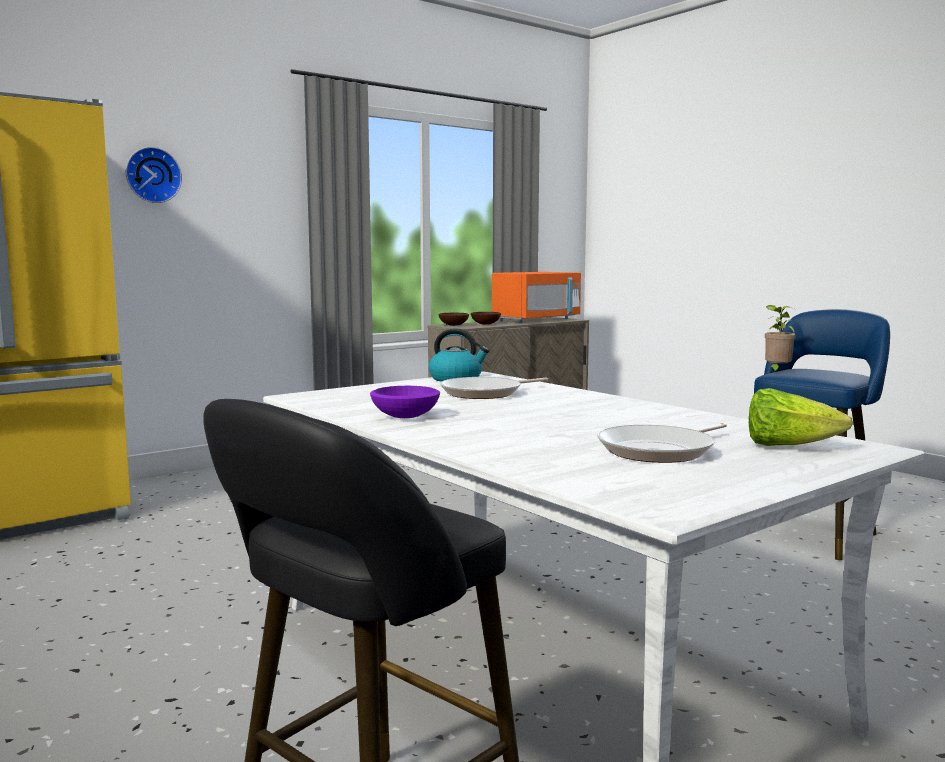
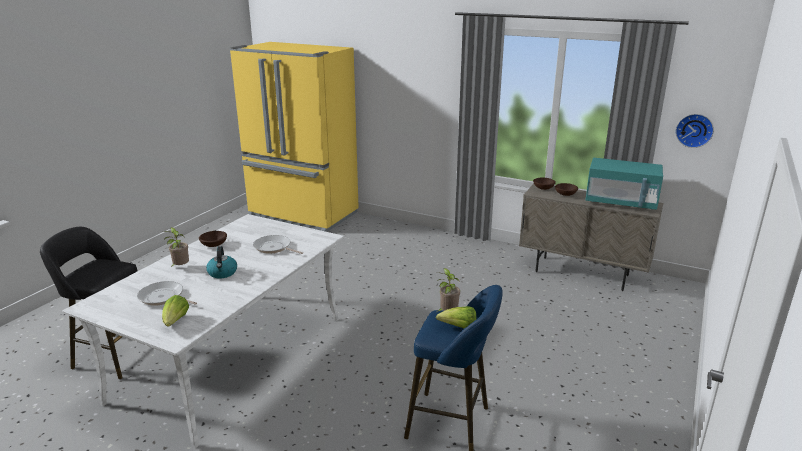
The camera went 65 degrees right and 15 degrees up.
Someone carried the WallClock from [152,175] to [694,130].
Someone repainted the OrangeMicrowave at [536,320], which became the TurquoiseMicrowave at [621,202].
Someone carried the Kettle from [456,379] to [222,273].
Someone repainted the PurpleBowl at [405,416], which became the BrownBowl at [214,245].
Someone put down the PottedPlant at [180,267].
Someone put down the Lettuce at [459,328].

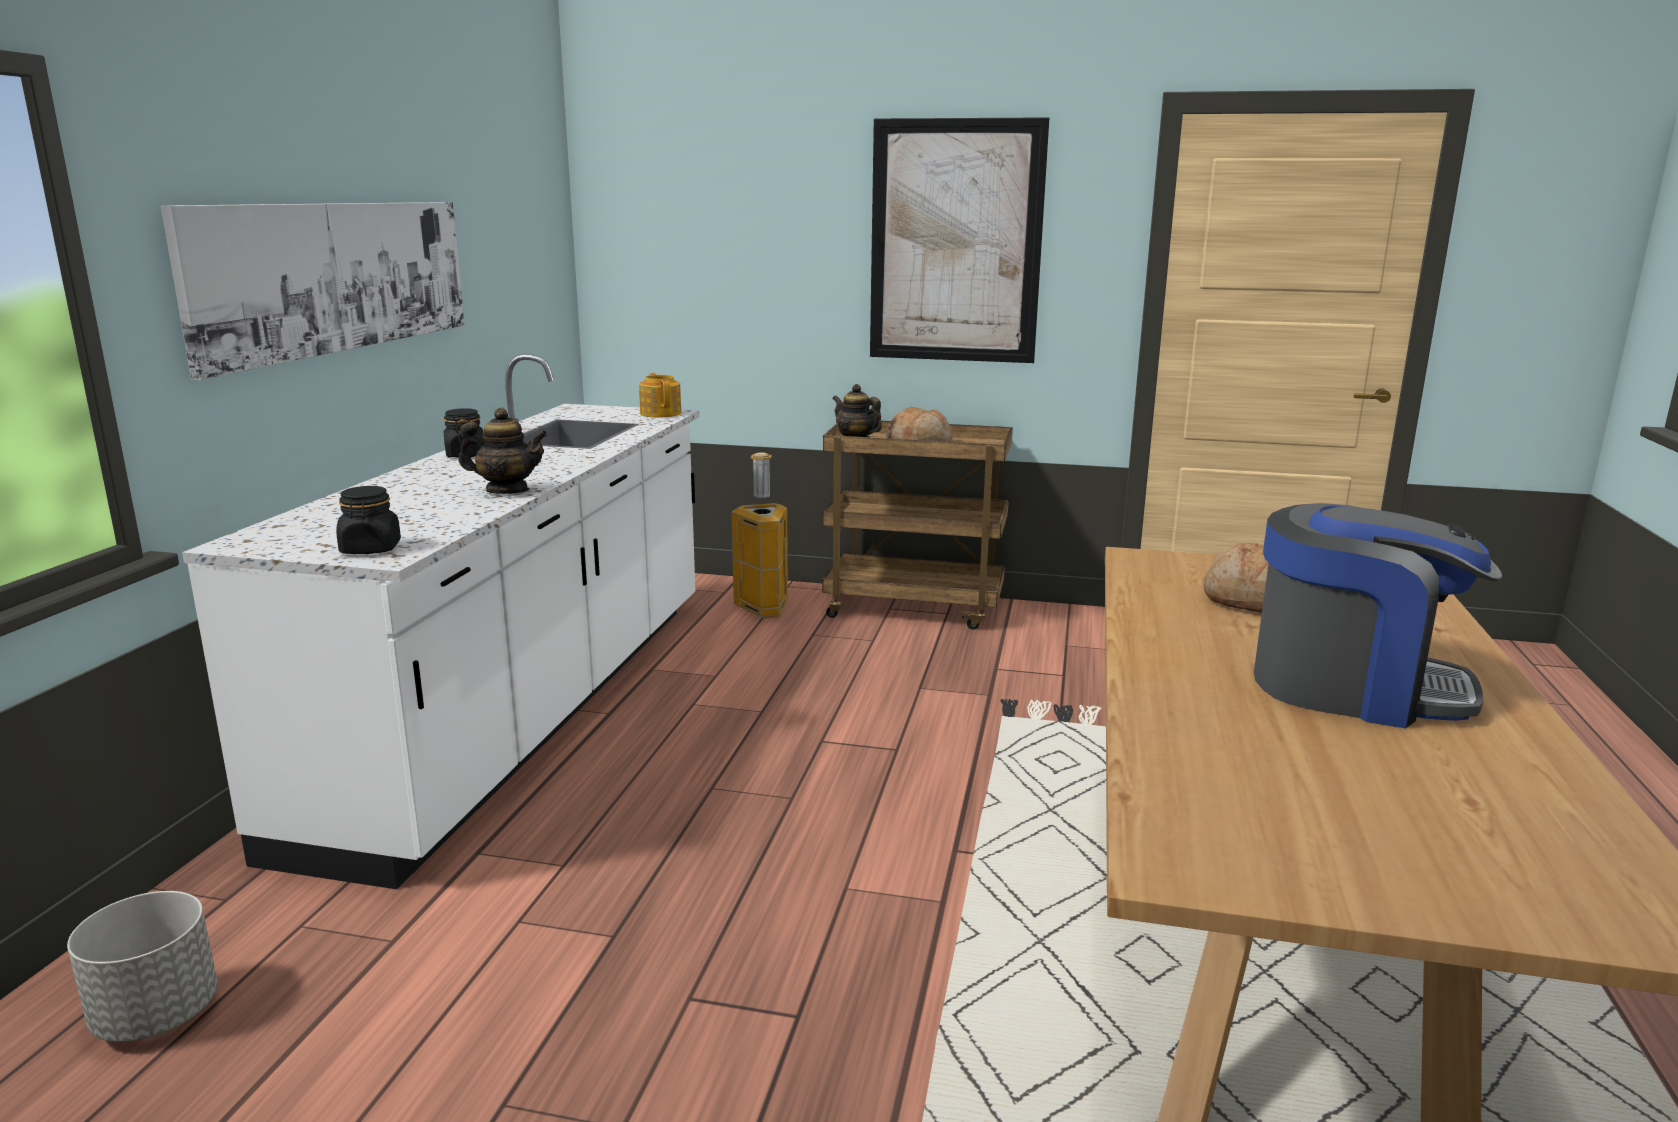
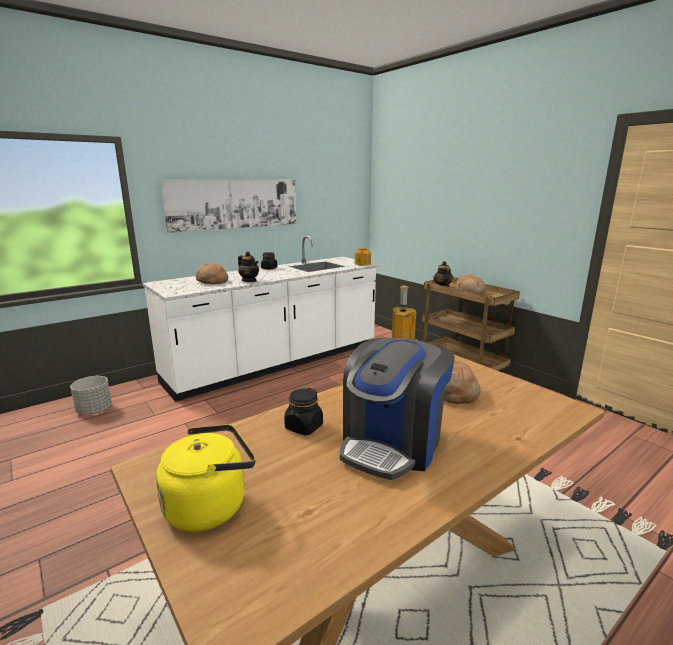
The camera went 40 degrees right and 0 degrees up.
Someone took away the Picture at [955,242].
Someone carried the BlackJar from [371,549] to [303,427].
Someone rotated the CoffeeMachine at [1354,688] by 60 degrees clockwise.
Someone put down the Bread at [212,281].
Someone put down the YellowKettle at [210,505].

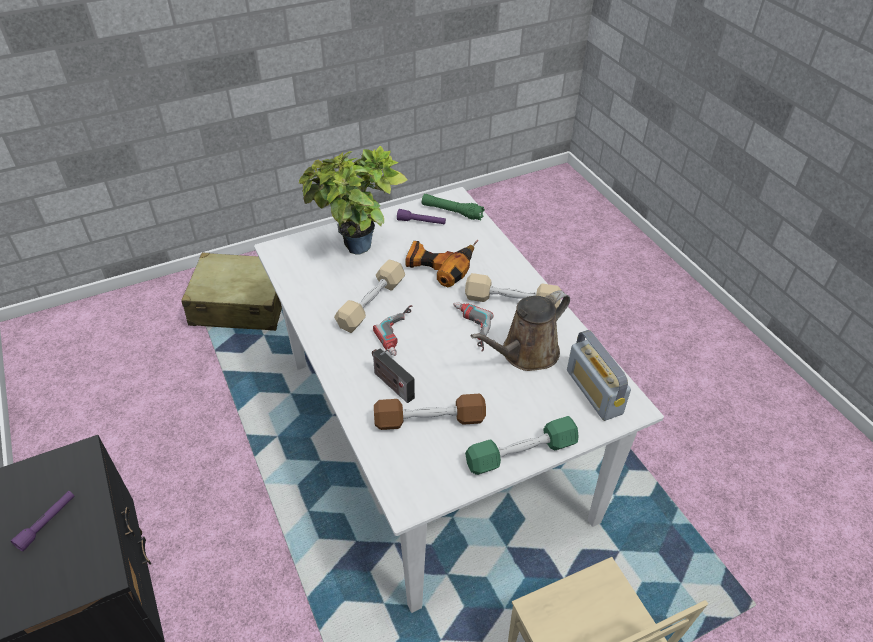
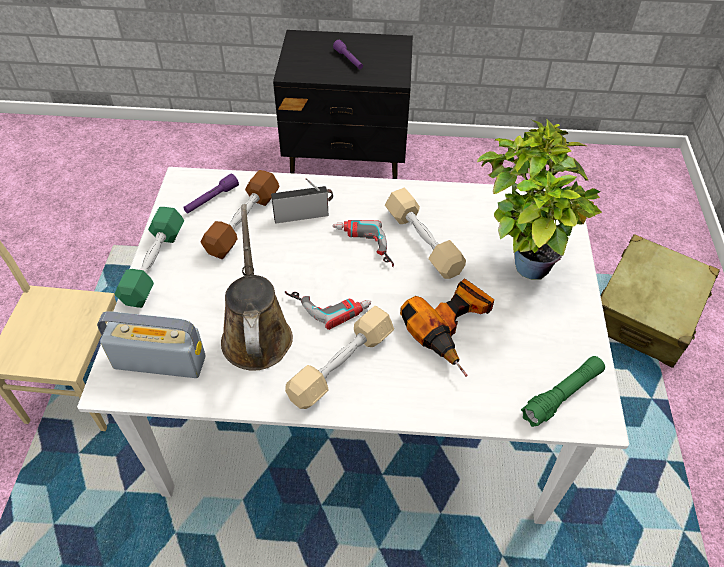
The camera went 120 degrees right and 5 degrees up.
Someone carried the PurpleFlashlight from [421,222] to [211,199].

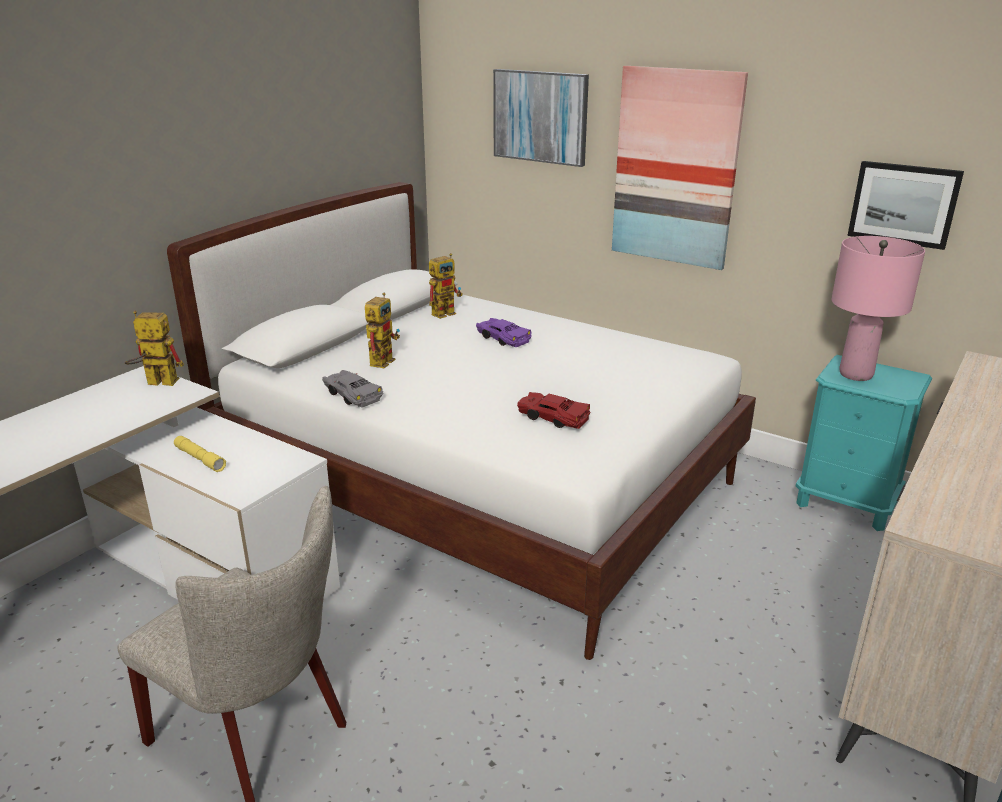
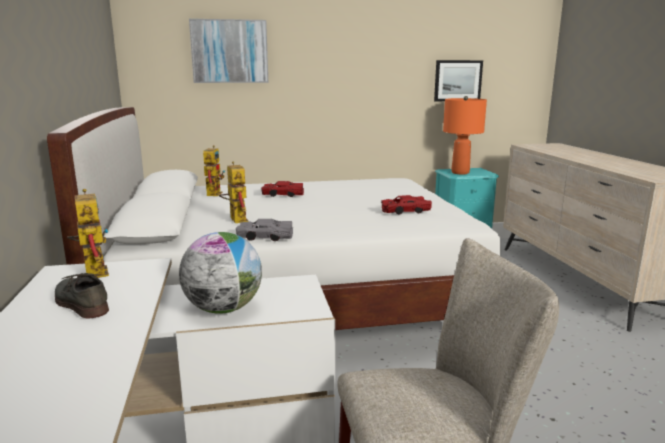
The camera went 45 degrees left and 10 degrees down.
Someone took away the Picture at [675,168].
Someone repainted the PinkTableLamp at [856,375], which became the OrangeTableLamp at [460,172].
Someone rotated the ToyRobot at [155,383] by 105 degrees clockwise.
Someone repainted the PurpleToyCar at [502,338], which became the RedToyCar at [283,194].
Someone swapped the YellowFlashlight at [200,459] for the Globe at [223,309].
Someone put down the GreyShoe at [80,303].

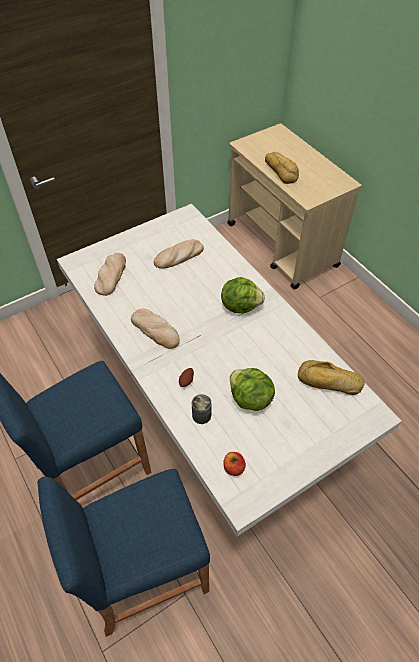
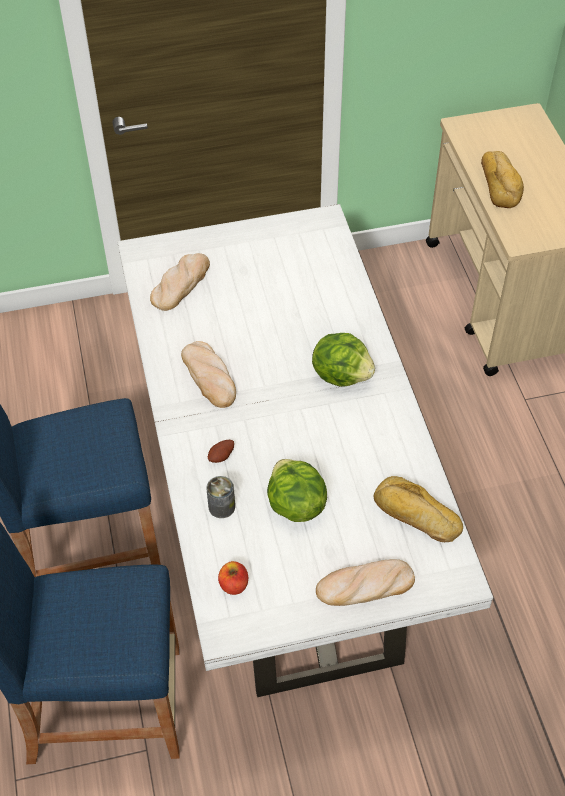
The camera went 20 degrees right and 0 degrees up.
Someone carried the Bread from [178,256] to [365,586].

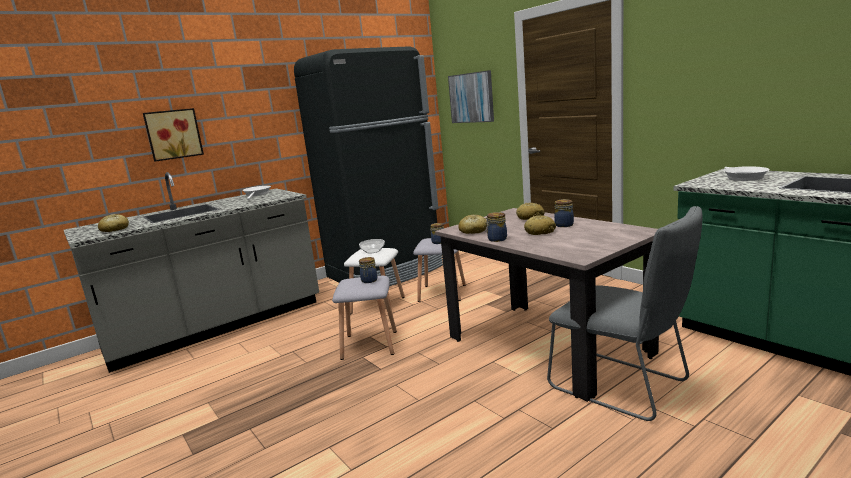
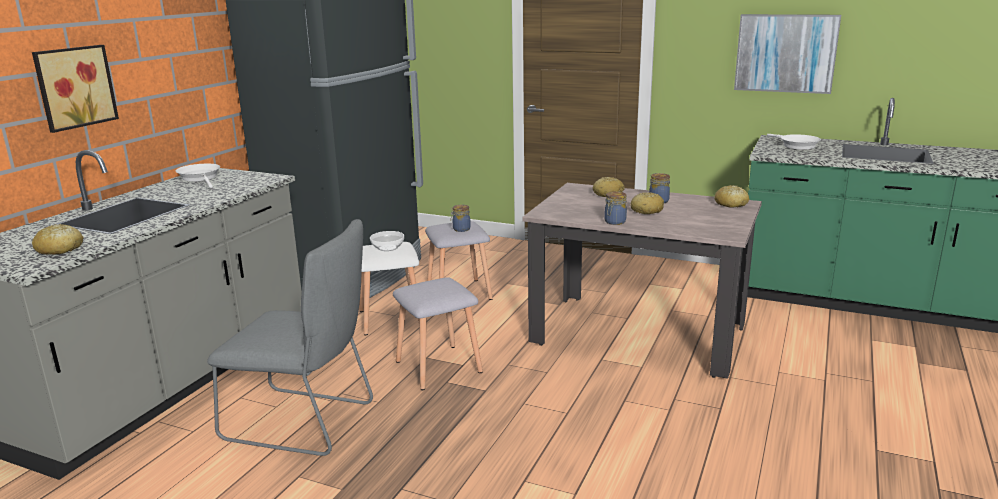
The camera went 30 degrees left and 5 degrees up.
Someone carried the Picture from [471,97] to [785,53].
Someone carried the GreyChair from [623,386] to [305,422].
Someone carried the Bread from [473,231] to [731,204].
Someone took away the Jar at [369,281].

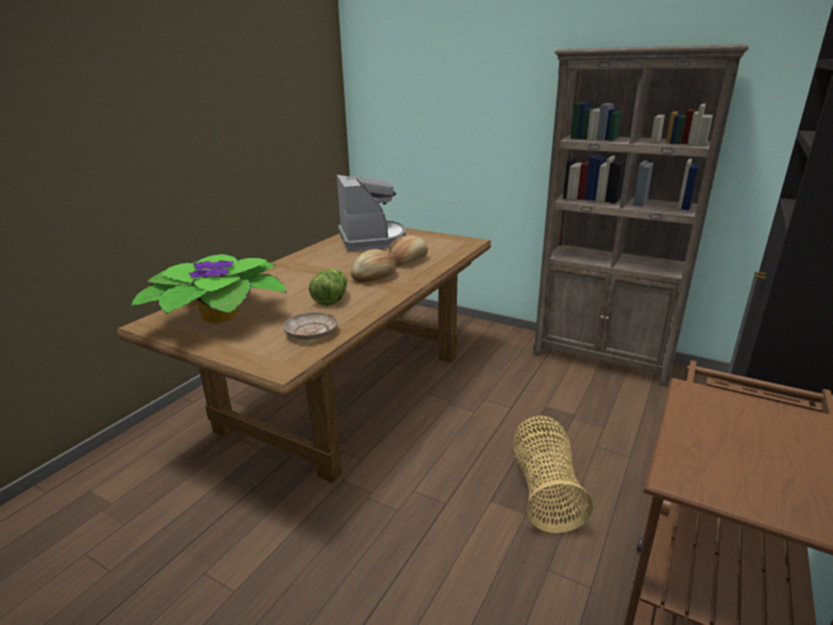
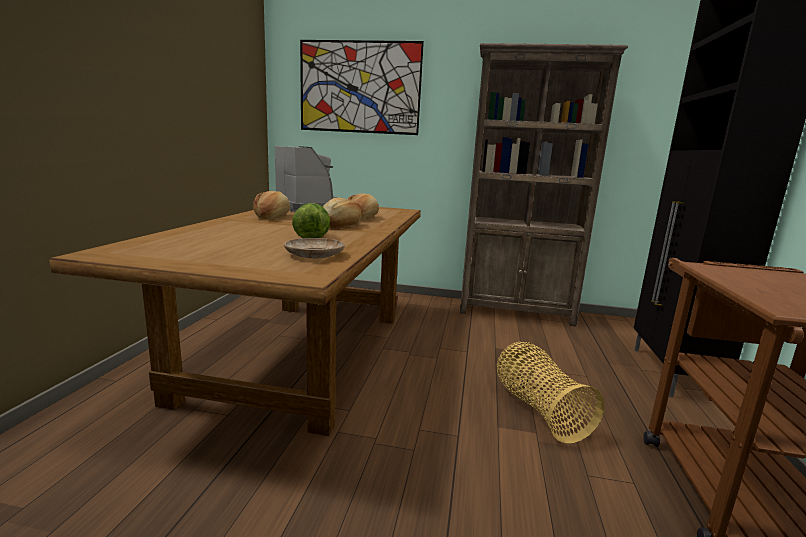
The camera went 20 degrees left and 10 degrees down.
Someone took away the PottedPlant at [218,317].
Someone put up the Picture at [359,87].
Someone put down the Bread at [272,217].

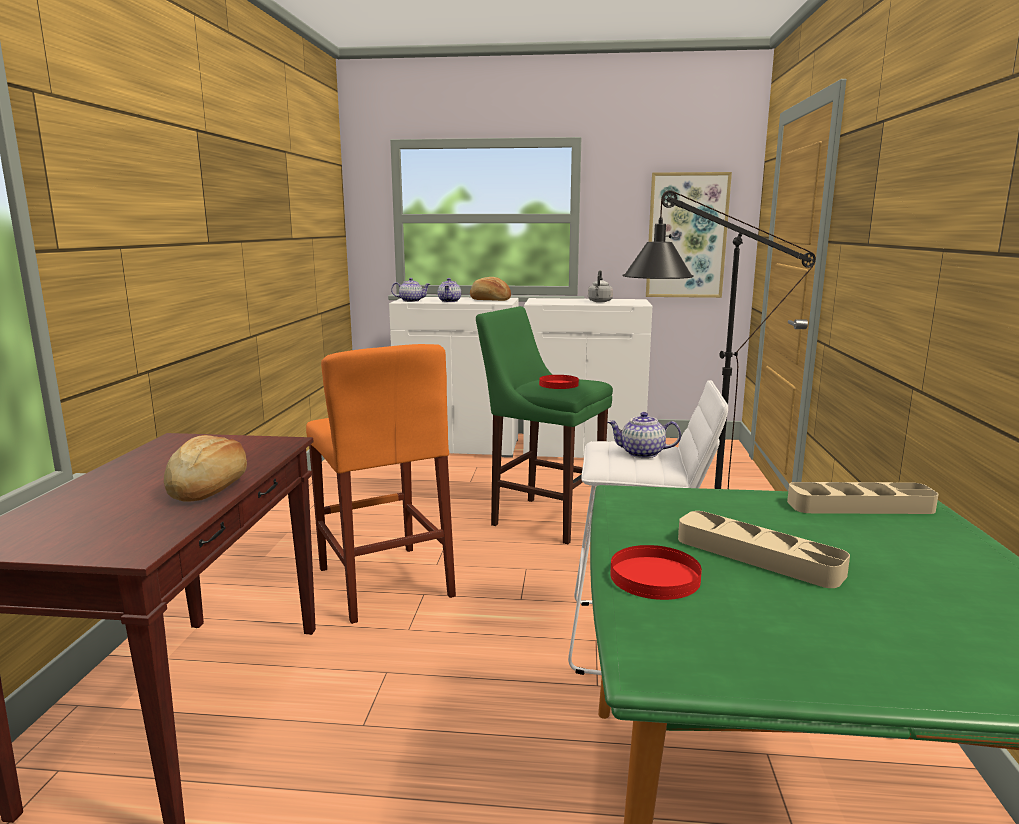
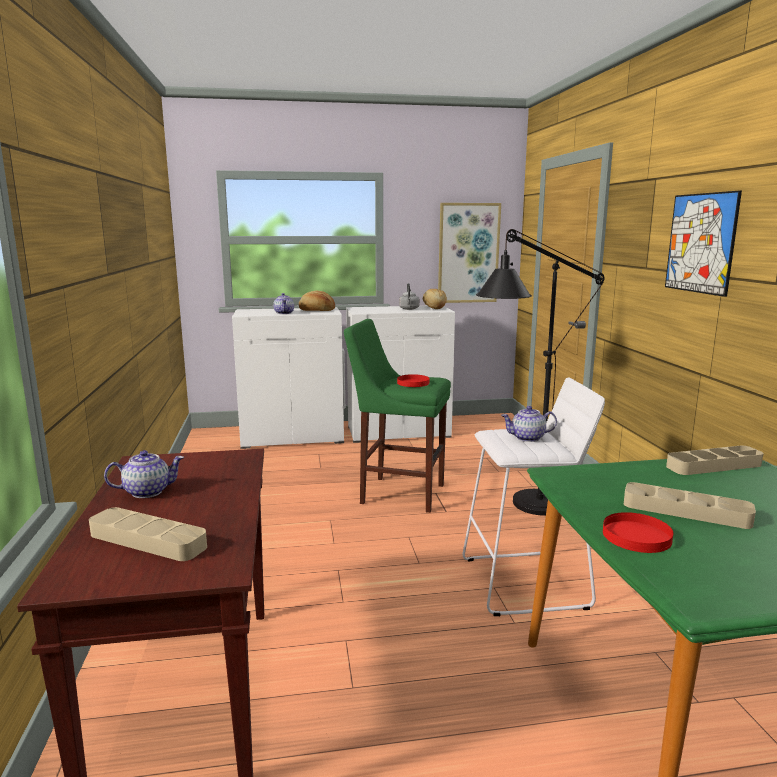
The camera went 15 degrees left and 0 degrees up.
Someone carried the Teapot from [411,301] to [148,491].
Someone took away the OrangeStool at [384,582].
Someone carried the Bread from [209,488] to [433,307].
Someone put up the Picture at [700,243].
Someone put down the BeigeTray at [148,540].

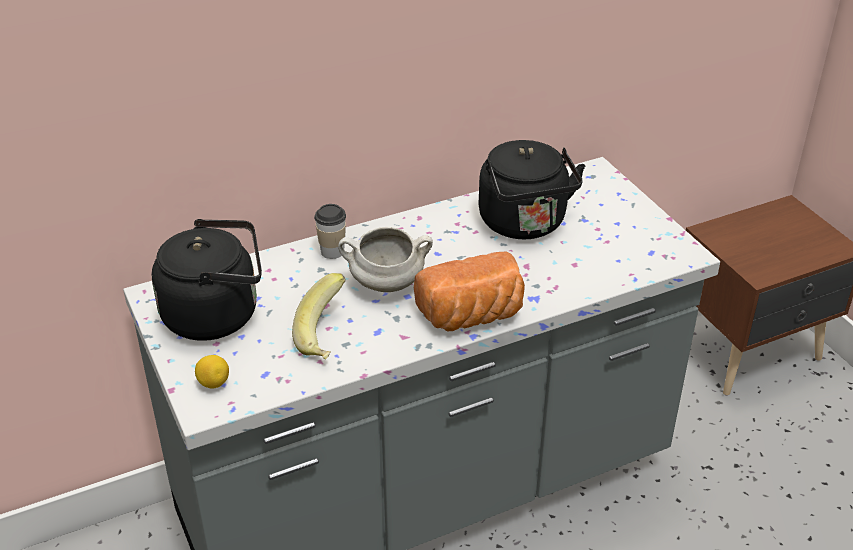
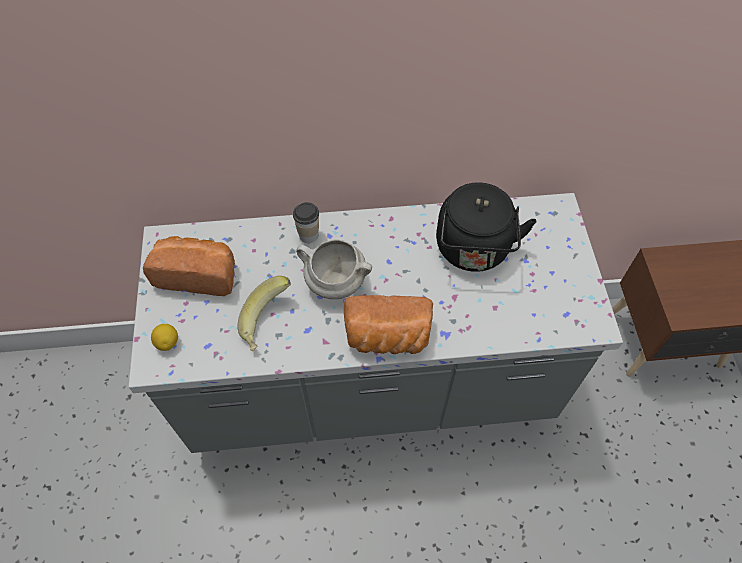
The camera went 20 degrees right and 20 degrees up.
Someone swapped the BlackKettle at [217,314] for the Bread at [198,274].

